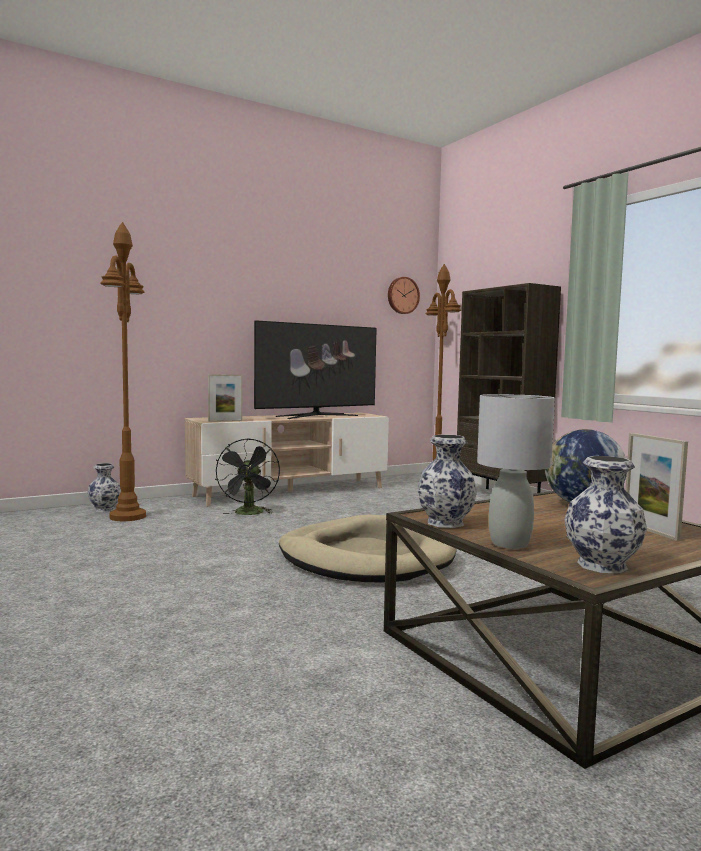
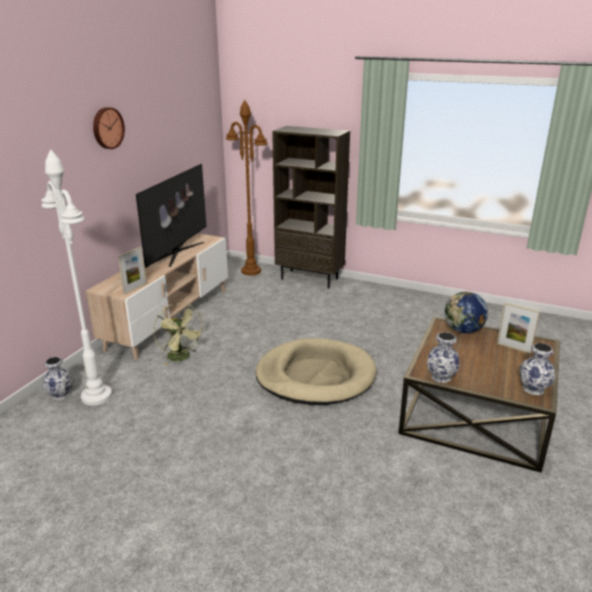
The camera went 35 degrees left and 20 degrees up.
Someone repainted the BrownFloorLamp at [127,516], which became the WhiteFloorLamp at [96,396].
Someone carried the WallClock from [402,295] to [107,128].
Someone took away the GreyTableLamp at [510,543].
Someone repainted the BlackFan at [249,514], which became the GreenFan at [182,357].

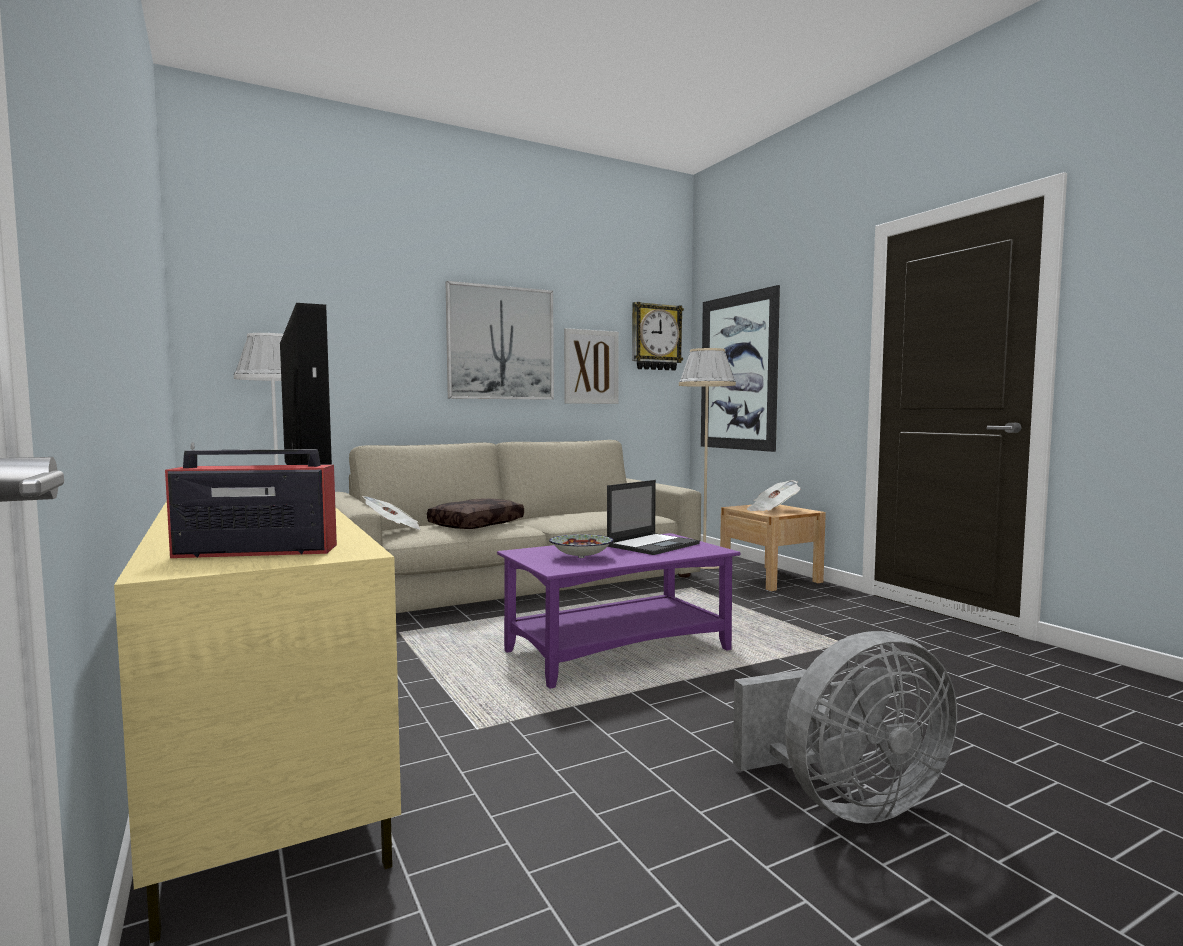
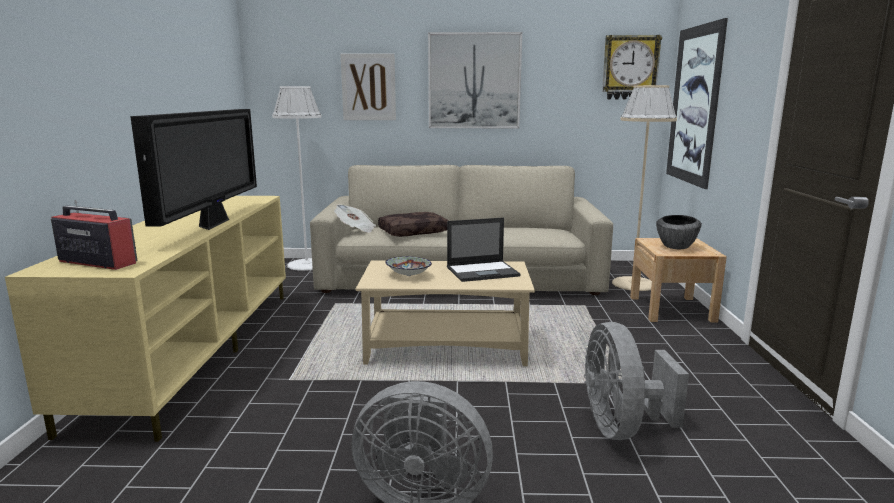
The camera went 30 degrees right and 10 degrees up.
Someone carried the Picture from [591,367] to [368,87].
Someone swapped the Newspaper at [772,510] for the Bowl at [676,247].
Someone repainted the PurpleCoffeeTable at [619,650], which became the BeigeCoffeeTable at [447,347].
Someone put down the GreyFan at [621,427].

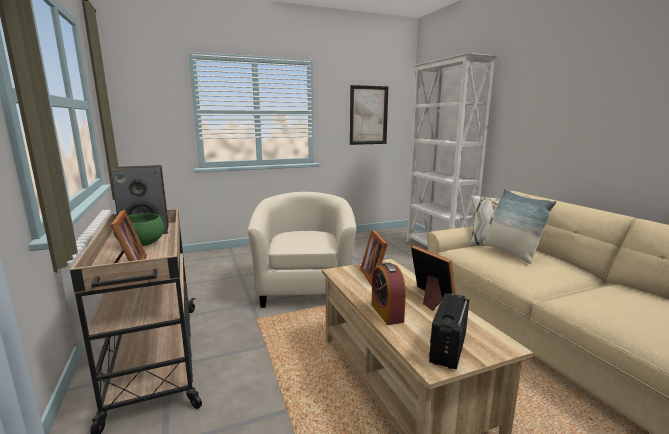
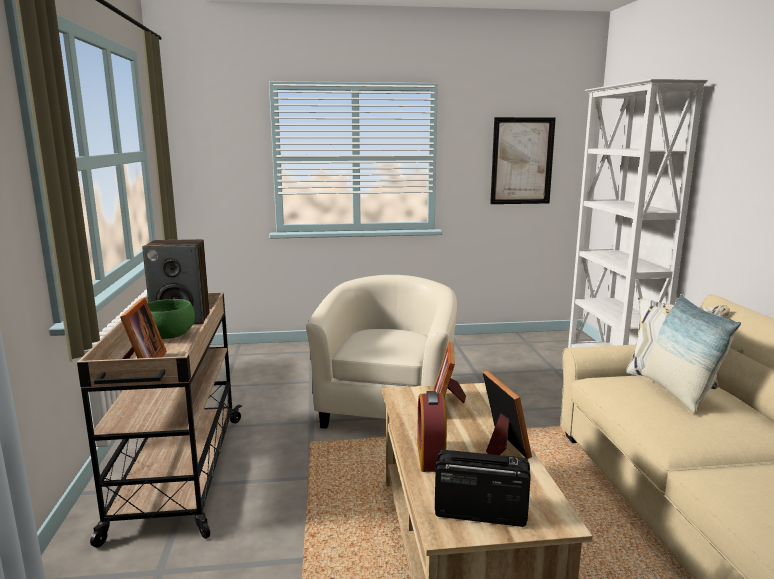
The camera went 15 degrees right and 0 degrees up.
Someone rotated the Radio at [448,348] by 60 degrees clockwise.

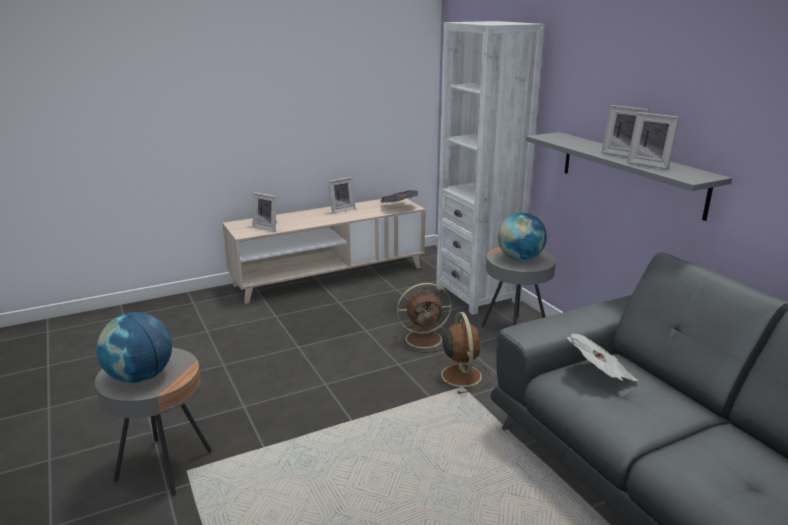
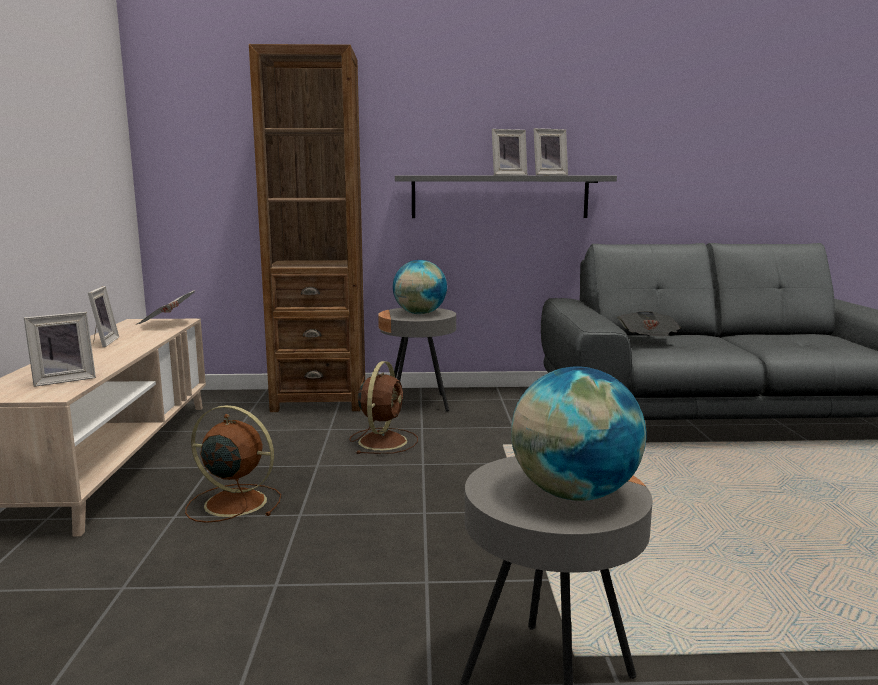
The camera went 65 degrees left and 10 degrees down.
Someone repainted the WhiteBookcase at [477,295], which became the BrownBookcase at [320,400].
Someone carried the BrownFan from [460,374] to [233,503].

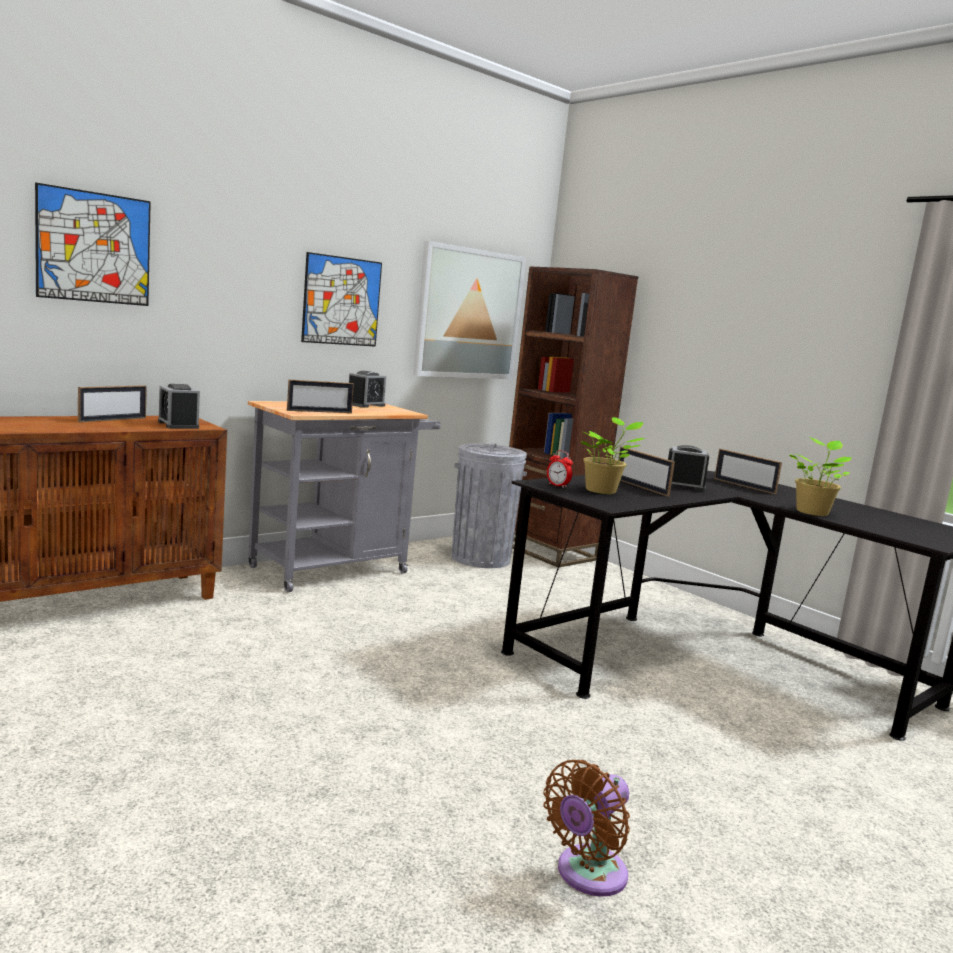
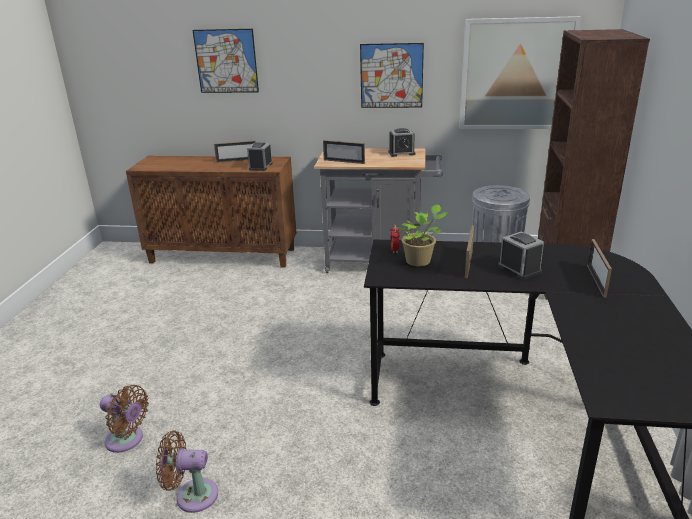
The camera went 50 degrees right and 15 degrees up.
Someone took away the PottedPlant at [813,512].
Someone put down the BrownFan at [127,440].

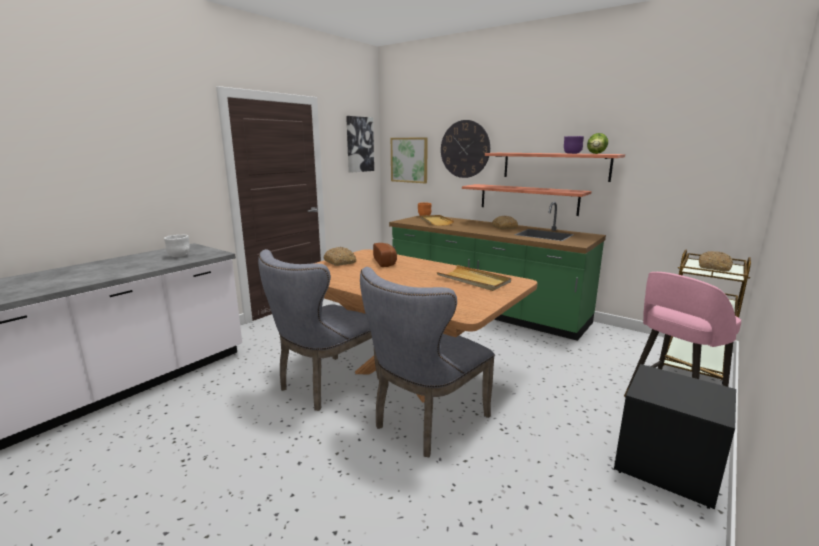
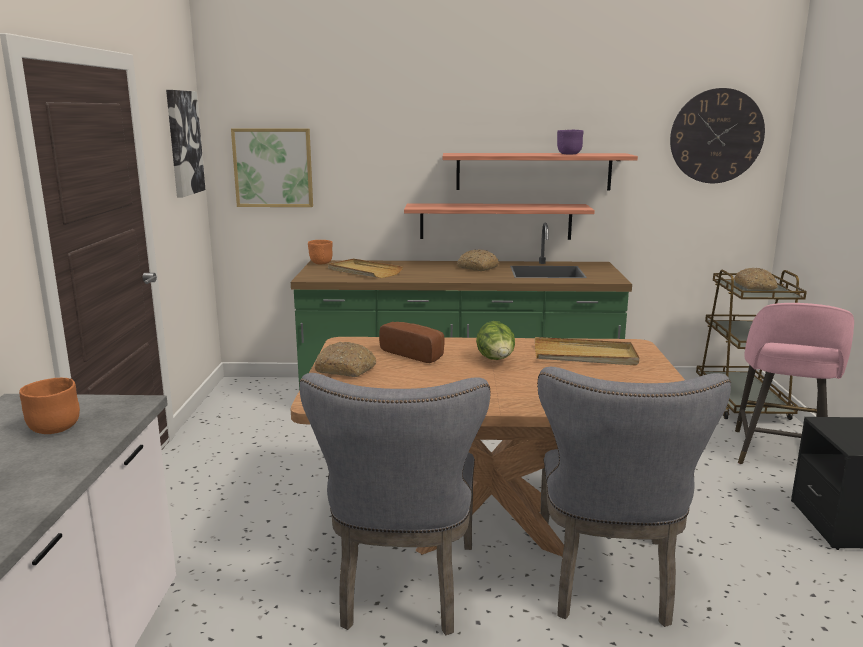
The camera went 35 degrees left and 0 degrees up.
Someone carried the WallClock from [465,149] to [716,136].
Someone carried the Lettuce from [596,153] to [496,360].
Someone repainted the WhiteBowl at [179,256], which became the OrangeBowl at [54,428].

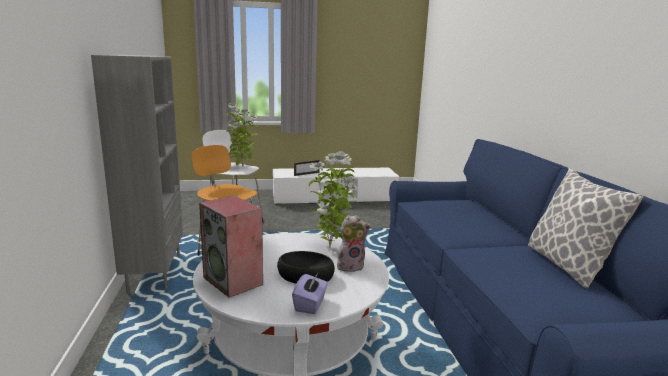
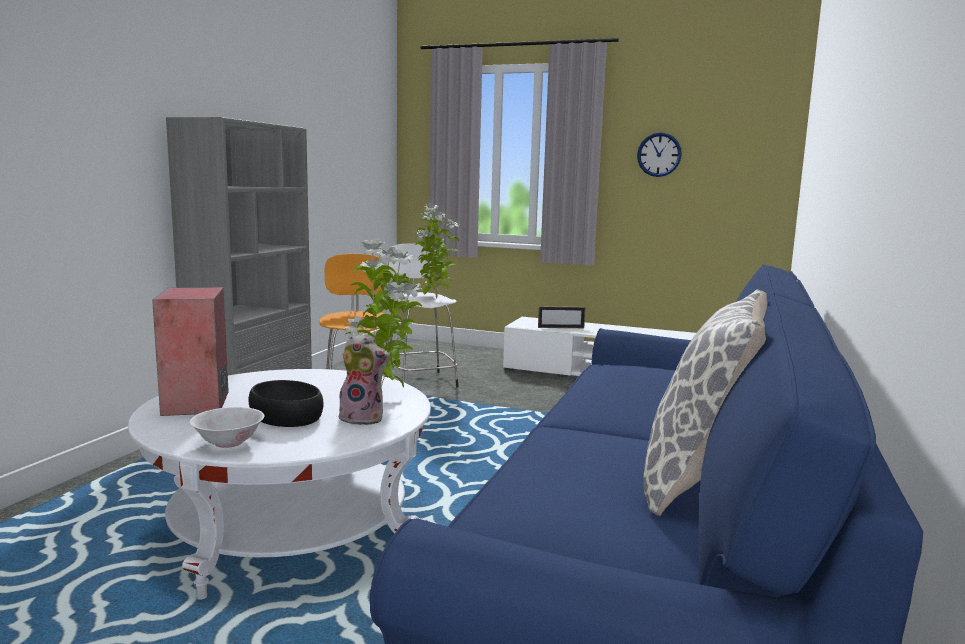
The camera went 30 degrees right and 5 degrees down.
Someone swapped the PurpleTissueBox at [310,304] for the WhiteBowl at [228,442].
Someone put up the WallClock at [659,154].

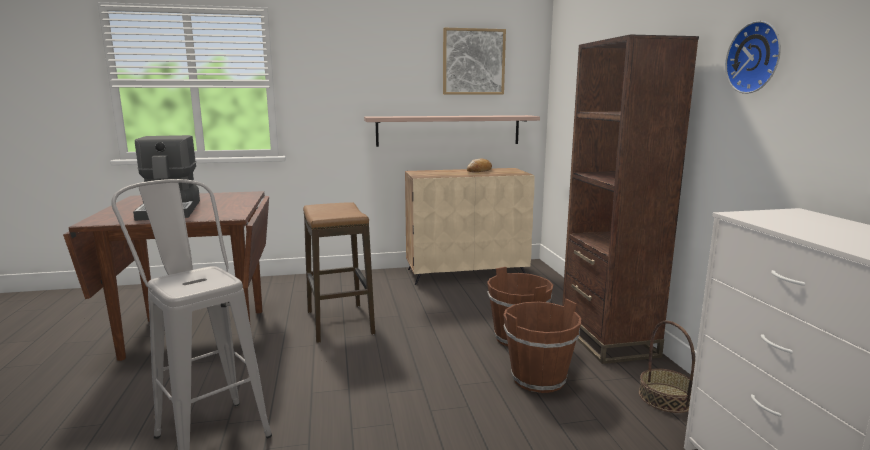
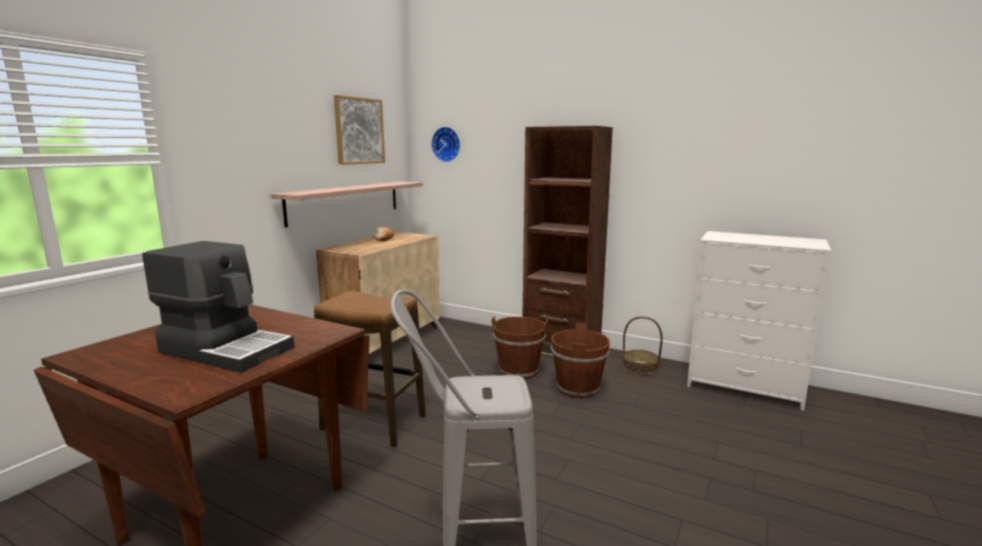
The camera went 50 degrees left and 0 degrees up.
Someone carried the WallClock from [756,58] to [447,144].

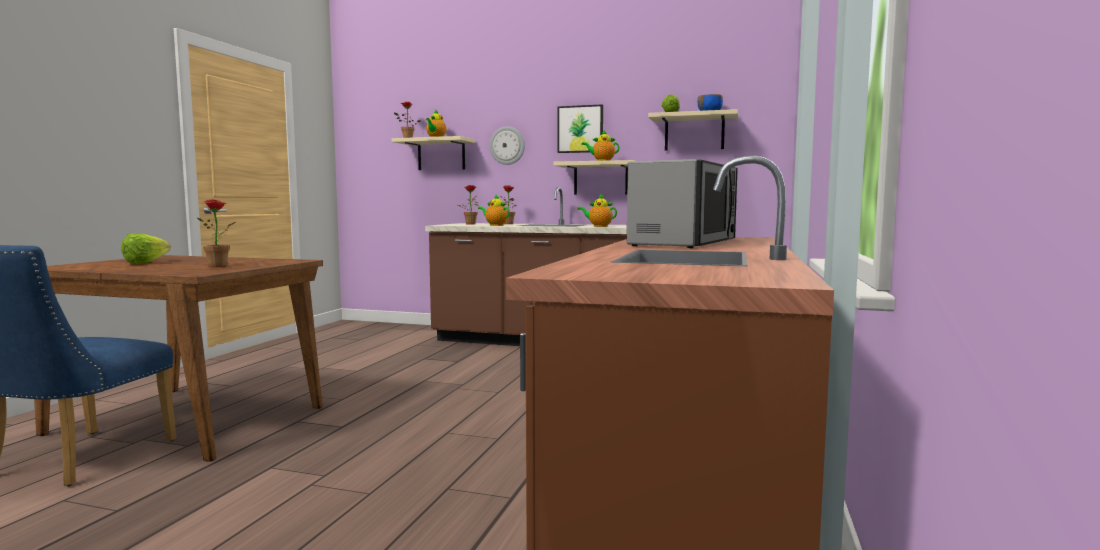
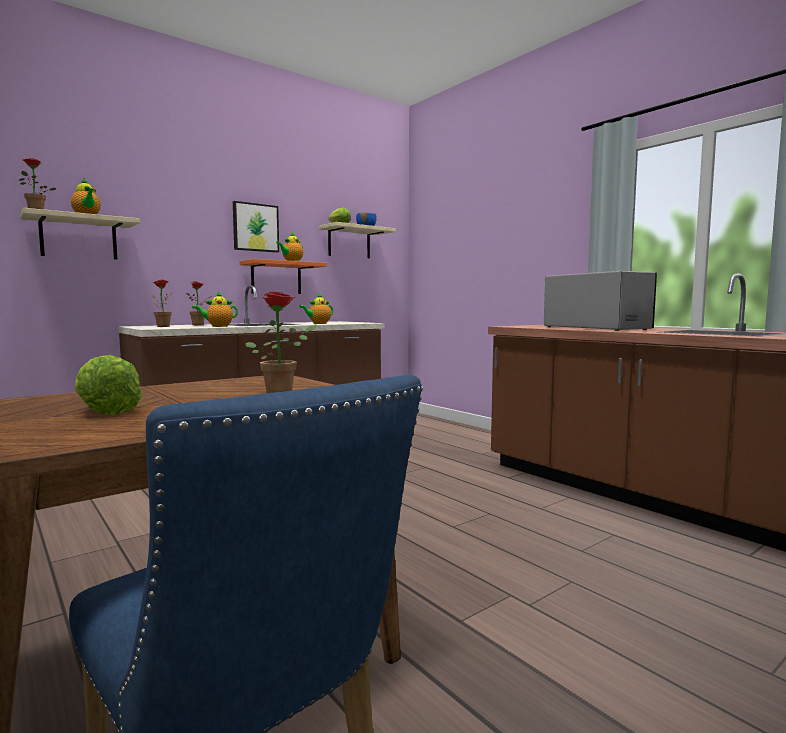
The camera went 55 degrees left and 0 degrees up.
Someone took away the WallClock at [507,145].
Someone repainted the BeigeShelf at [601,178], which became the OrangeShelf at [276,278].

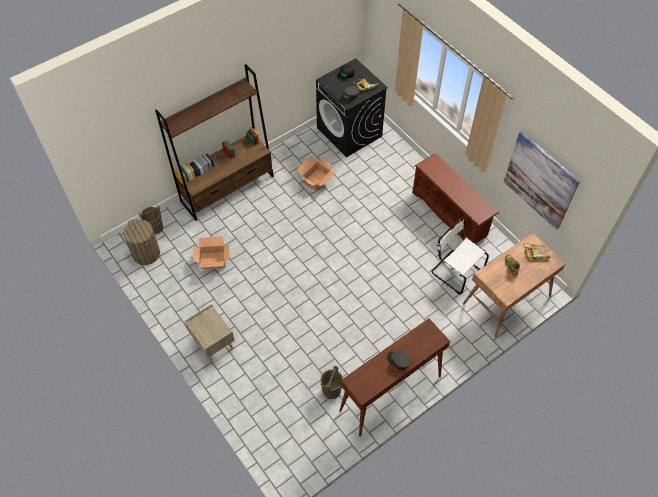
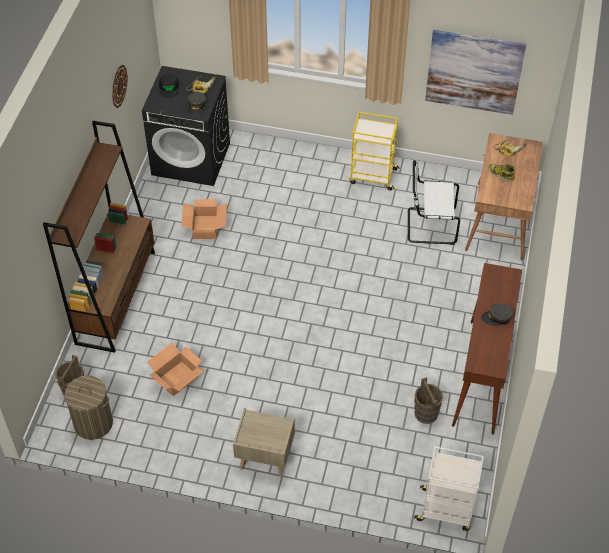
The camera went 40 degrees left and 5 degrees down.
Someone swapped the BrownShoeRack at [450,214] for the YellowCart at [372,176].
Someone put up the WallClock at [119,86].
Someone put down the WhiteCart at [446,509].

